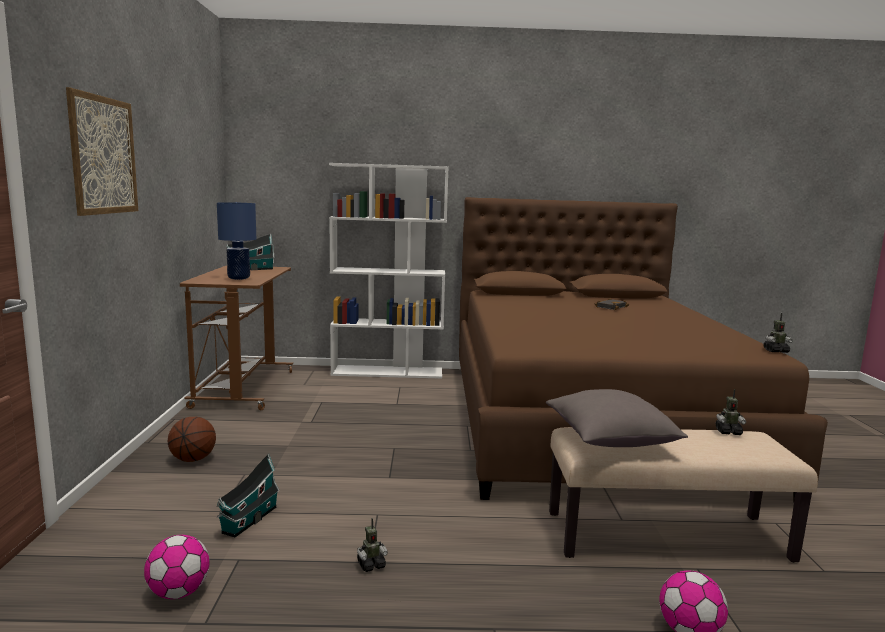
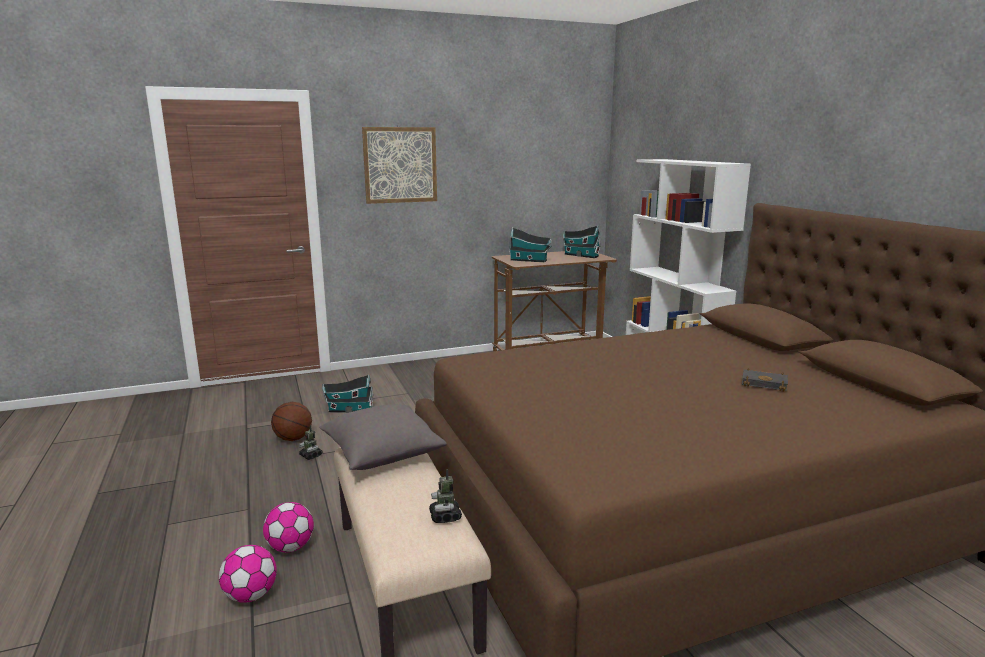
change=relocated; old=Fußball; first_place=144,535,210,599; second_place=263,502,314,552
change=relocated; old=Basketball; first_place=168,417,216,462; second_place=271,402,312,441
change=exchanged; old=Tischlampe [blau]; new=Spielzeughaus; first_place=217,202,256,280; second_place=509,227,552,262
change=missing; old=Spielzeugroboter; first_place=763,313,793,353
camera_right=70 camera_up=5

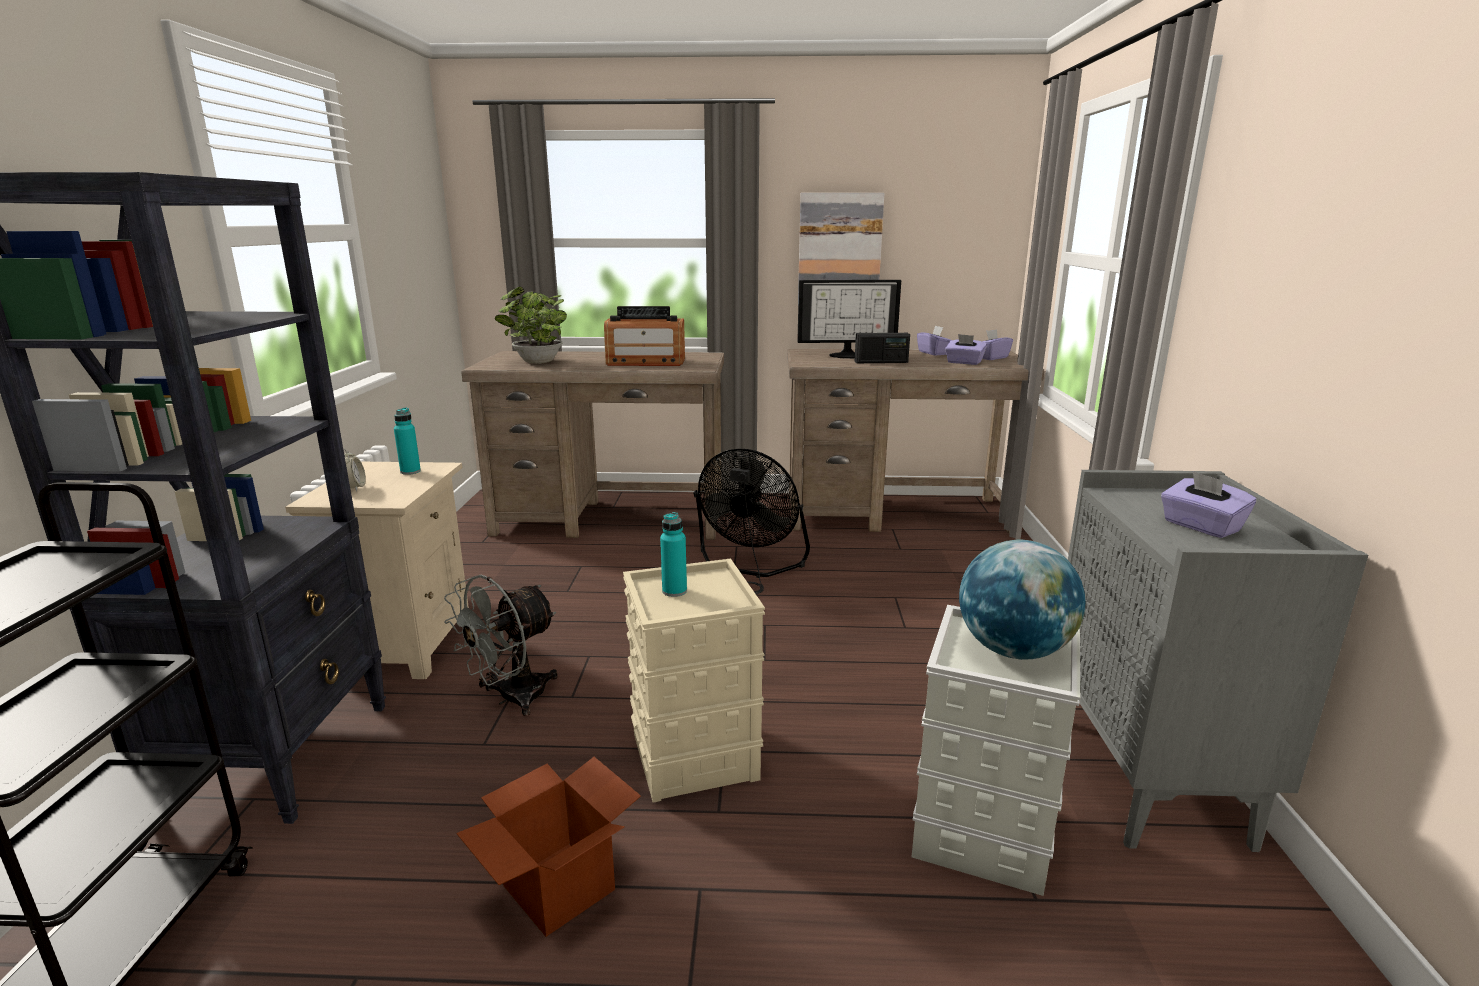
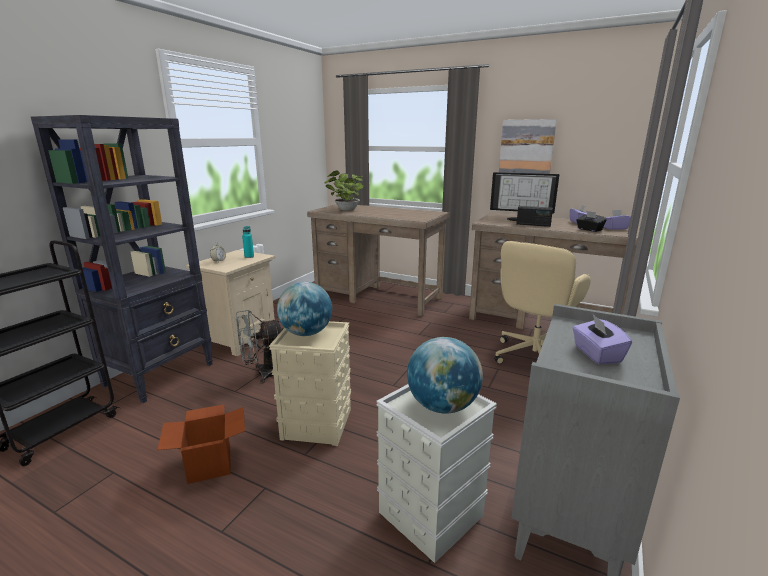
change=exchanged; old=Flasche [türkis]; new=Globus; first_place=660,512,687,597; second_place=277,282,332,336
change=appeared; new=Bürostuhl [beige]; second_place=494,241,591,364
change=colour; old=Taschentuchbox [lila]; new=Taschentuchbox [schwarz]; first_place=945,334,987,365; second_place=577,211,607,232
change=missing; old=Radio; first_place=604,306,685,366
change=missing; old=Ventilator [schwarz]; first_place=693,449,810,594
camera_right=25 camera_up=0

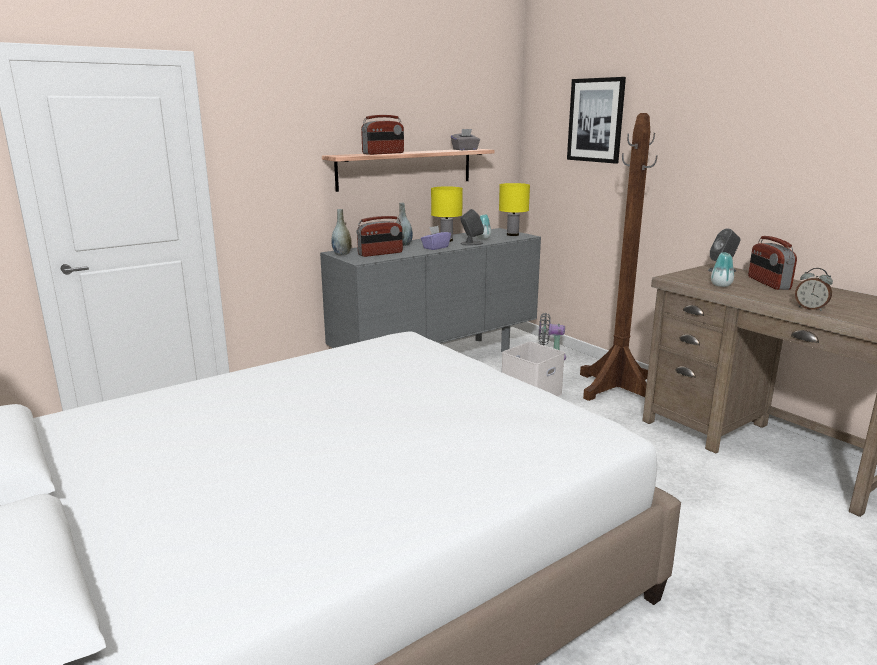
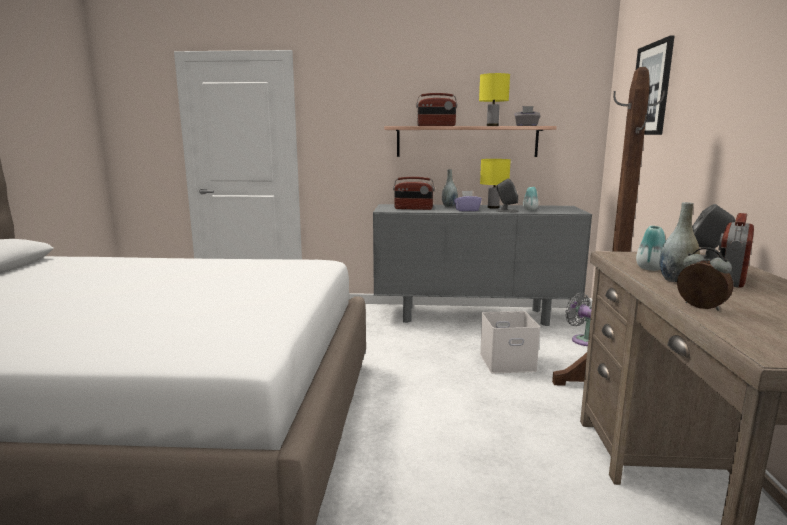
change=relocated; old=Tischlampe [gelb]; first_place=499,183,530,236; second_place=479,73,510,126
change=relocated; old=Vase [grau]; first_place=331,209,352,255; second_place=659,202,700,282
change=spun; old=Wecker; first_place=795,268,833,311; second_place=677,247,733,311; degrees=150
camera_right=40 camera_up=-5

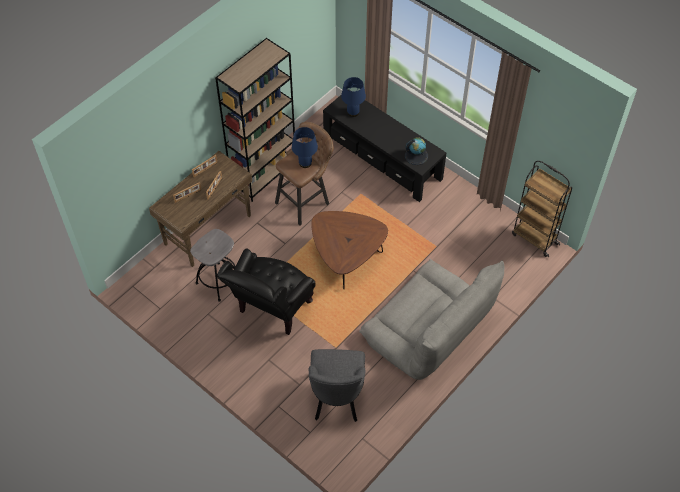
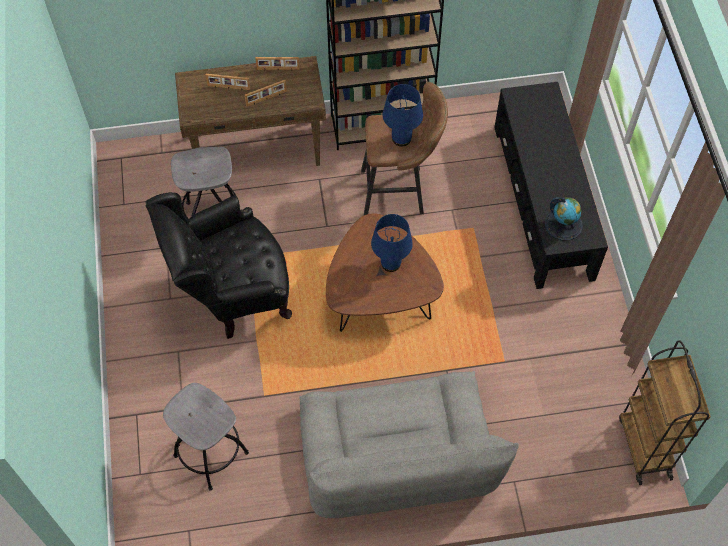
change=exchanged; old=Sessel [grau]; new=Hocker [grau]; first_place=309,349,365,422; second_place=163,383,249,491
change=relocated; old=Tischlampe [blau]; first_place=341,77,366,117; second_place=371,214,413,272
camera_right=40 camera_up=5

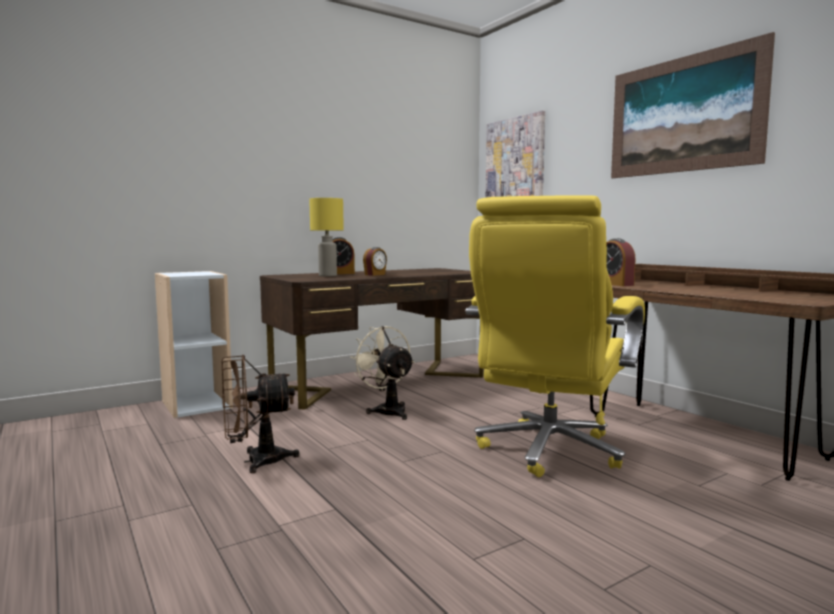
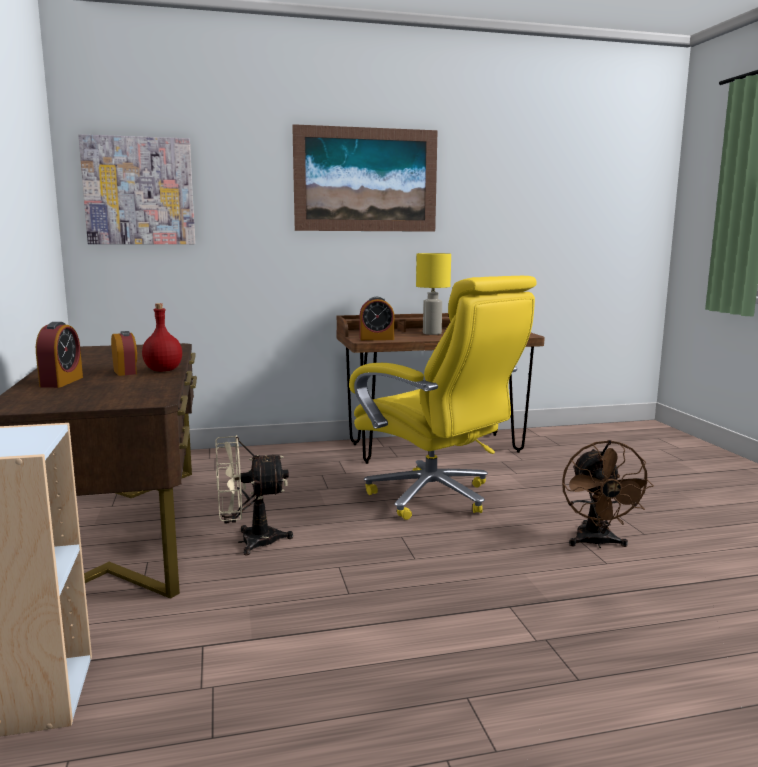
change=appeared; new=Flasche [rot]; second_place=142,303,182,371
change=relocated; old=Tischlampe [gelb]; first_place=309,198,344,276; second_place=416,253,451,335
change=relocated; old=Ventilator [braun]; first_place=222,355,299,473; second_place=562,440,654,548
camera_right=-70 camera_up=5

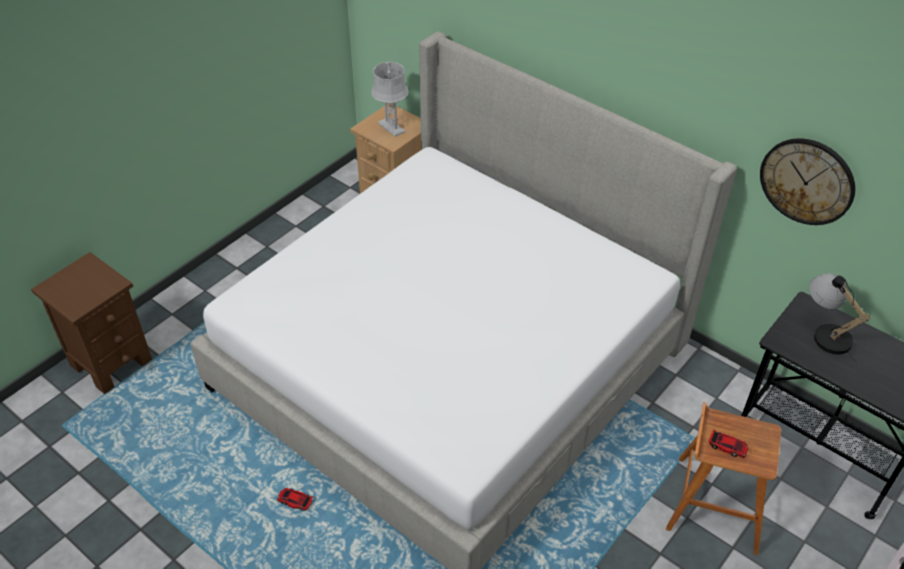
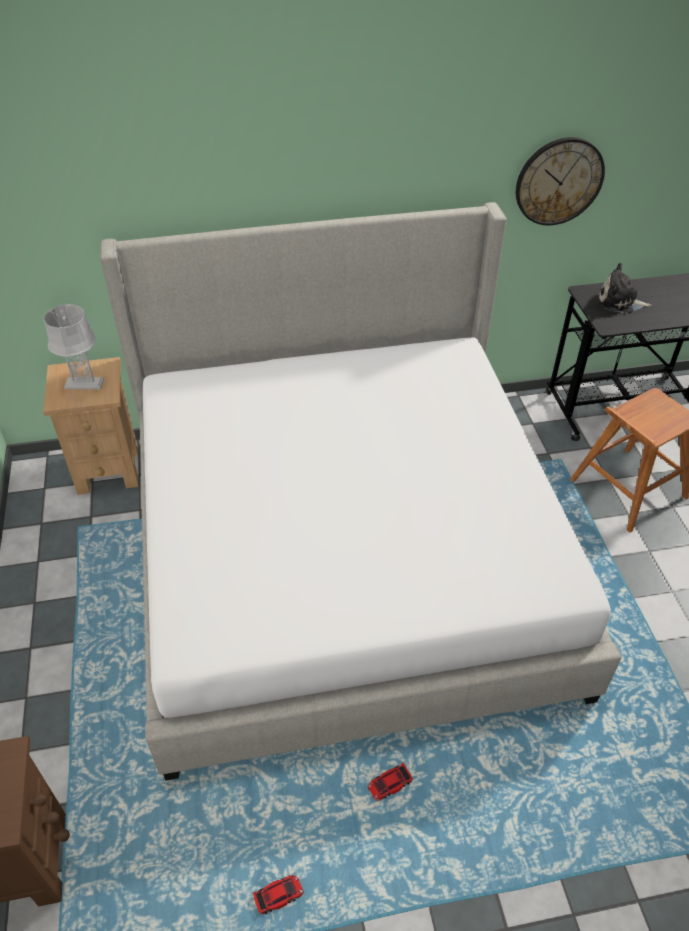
change=relocated; old=Spielzeugauto; first_place=709,429,749,458; second_place=253,875,304,914
change=exchanged; old=Tischlampe; new=Plüschtier; first_place=809,273,870,363; second_place=598,263,651,313
camera_right=-50 camera_up=0

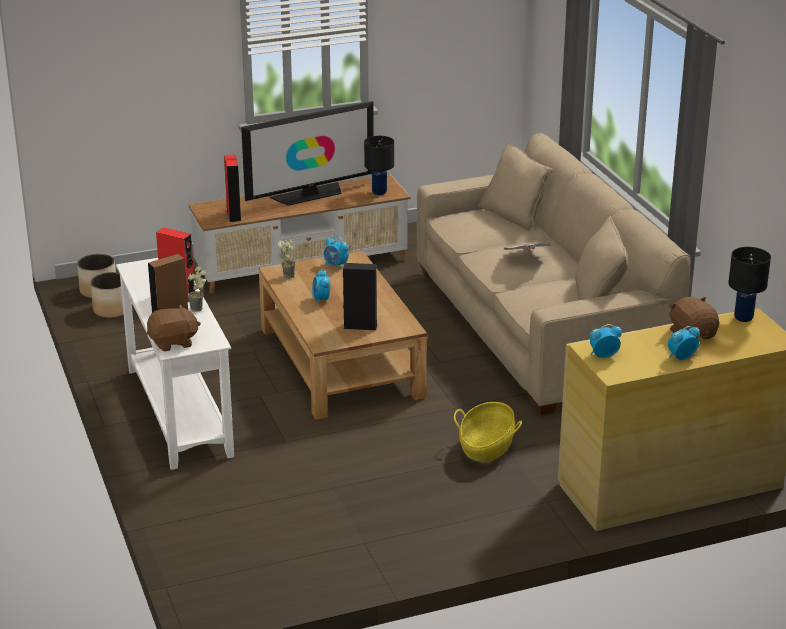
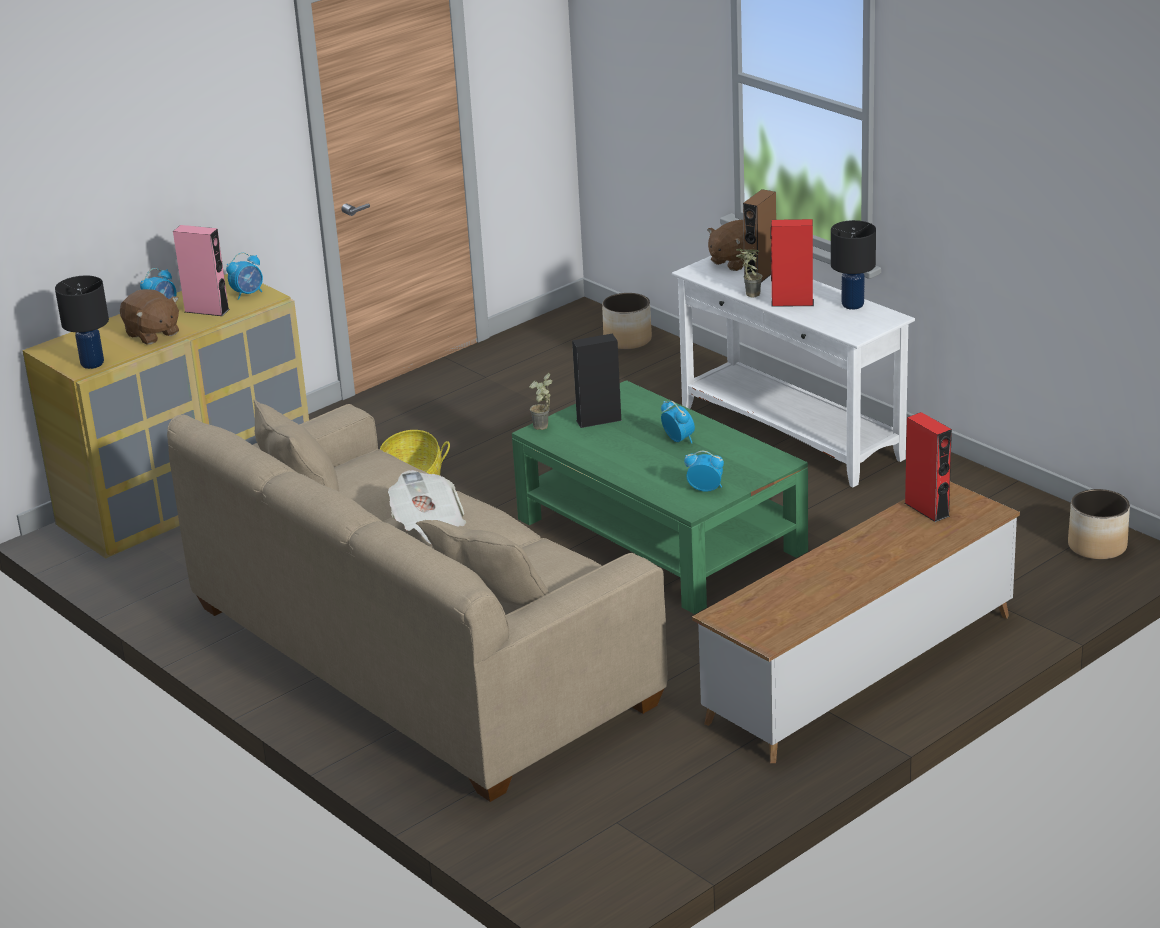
change=appeared; new=Lautsprecher [rosa]; second_place=173,225,230,316
change=colour; old=Couchtisch [braun]; new=Couchtisch [grün]; first_place=259,251,427,419; second_place=512,380,808,614
change=relocated; old=Topfpflanze; first_place=277,240,295,279; second_place=529,373,552,430
change=relocated; old=Pflanzkübel; first_place=90,272,124,318; second_place=602,293,652,350
change=relocated; old=Tischlampe [schwarz]; first_place=364,136,394,195; second_place=831,220,876,310
change=missing; old=Fernseher; first_place=241,101,374,206
camera_right=160 camera_up=0

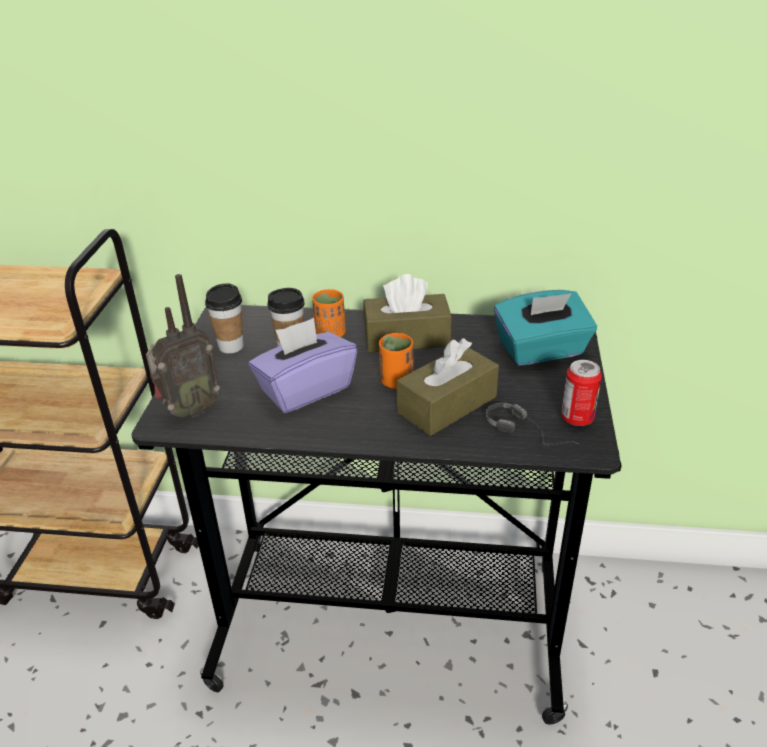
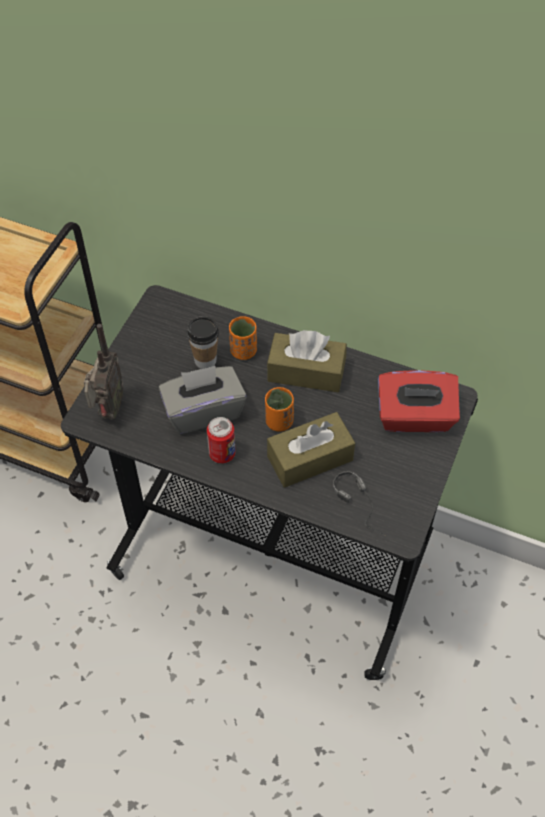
change=spun; old=Radio; first_place=146,274,220,418; second_place=84,324,124,420; degrees=-60
change=colour; old=Taschentuchbox [lila]; new=Taschentuchbox [grau]; first_place=249,318,357,413; second_place=159,366,247,434
change=relocated; old=Dose; first_place=561,360,602,426; second_place=207,417,236,464
change=colour; old=Taschentuchbox [türkis]; new=Taschentuchbox [rot]; first_place=494,290,597,365; second_place=378,370,460,432
change=missing; old=Tasse; first_place=205,283,244,353
camera_right=15 camera_up=20

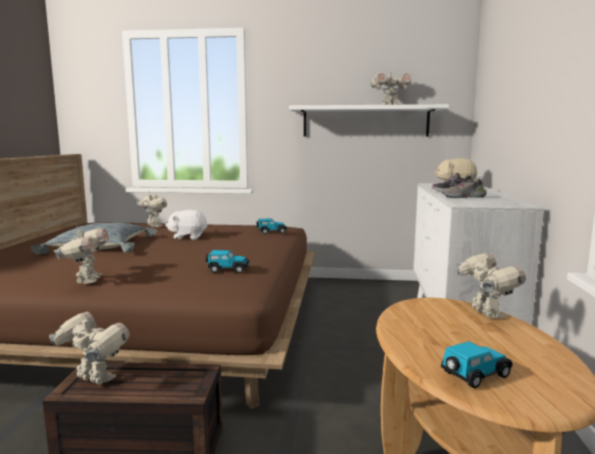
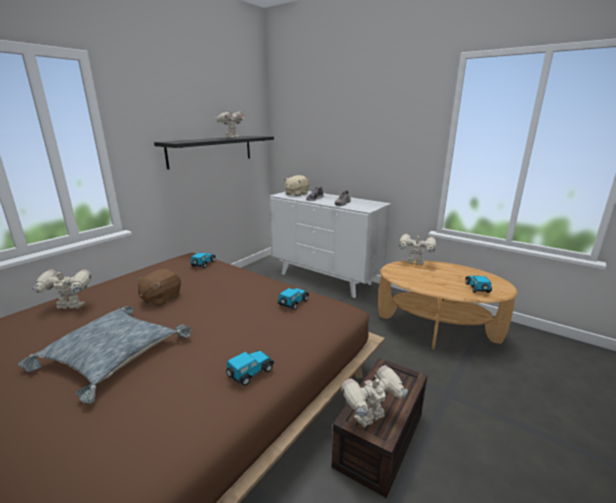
change=colour; old=Plüschtier [weiß]; new=Plüschtier [braun]; first_place=165,210,208,240; second_place=136,269,181,306
change=colour; old=Wandregal [weiß]; new=Wandregal [schwarz]; first_place=289,104,449,137; second_place=154,136,274,169
change=exchanged; old=Spielzeugroboter; new=Spielzeugauto; first_place=54,225,109,284; second_place=226,350,274,386
camera_right=-60 camera_up=10

